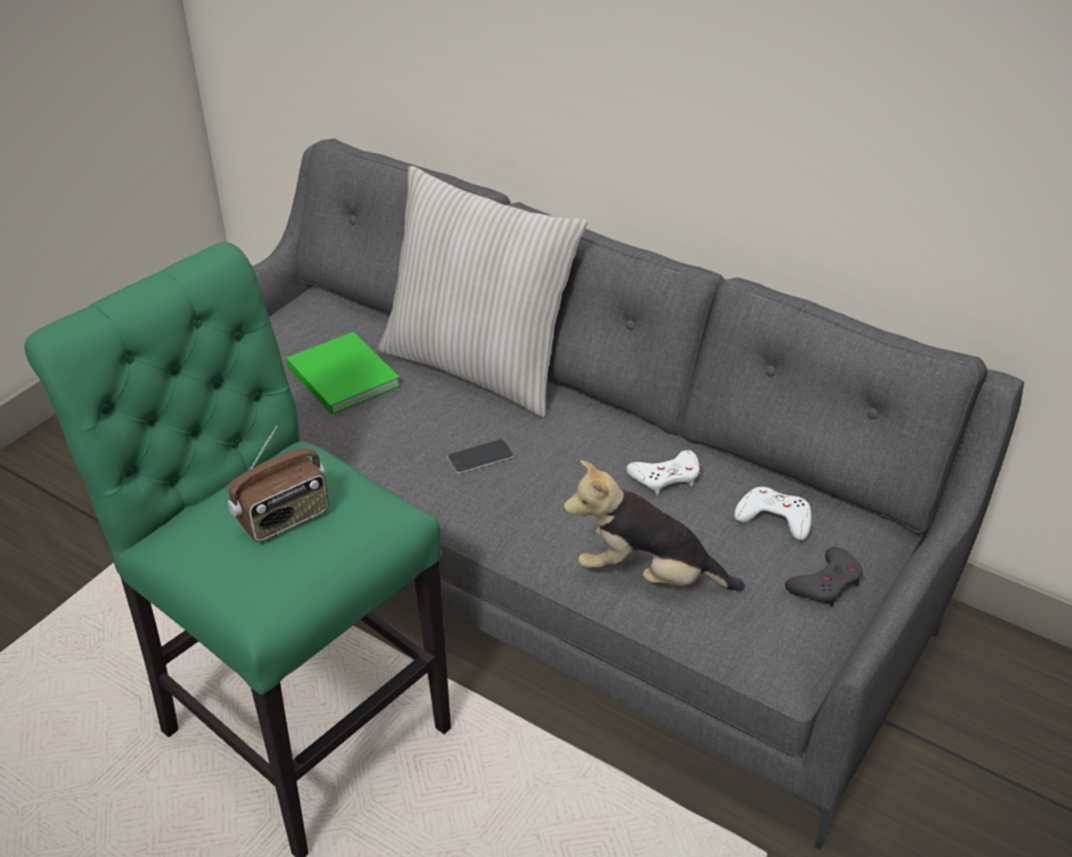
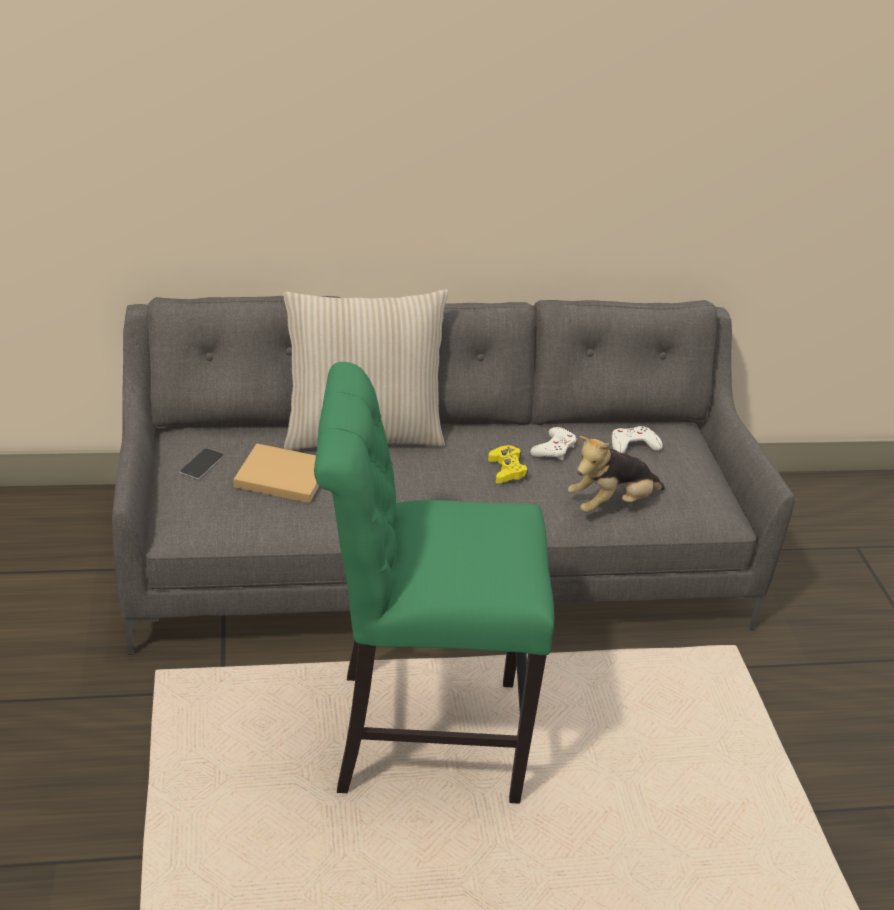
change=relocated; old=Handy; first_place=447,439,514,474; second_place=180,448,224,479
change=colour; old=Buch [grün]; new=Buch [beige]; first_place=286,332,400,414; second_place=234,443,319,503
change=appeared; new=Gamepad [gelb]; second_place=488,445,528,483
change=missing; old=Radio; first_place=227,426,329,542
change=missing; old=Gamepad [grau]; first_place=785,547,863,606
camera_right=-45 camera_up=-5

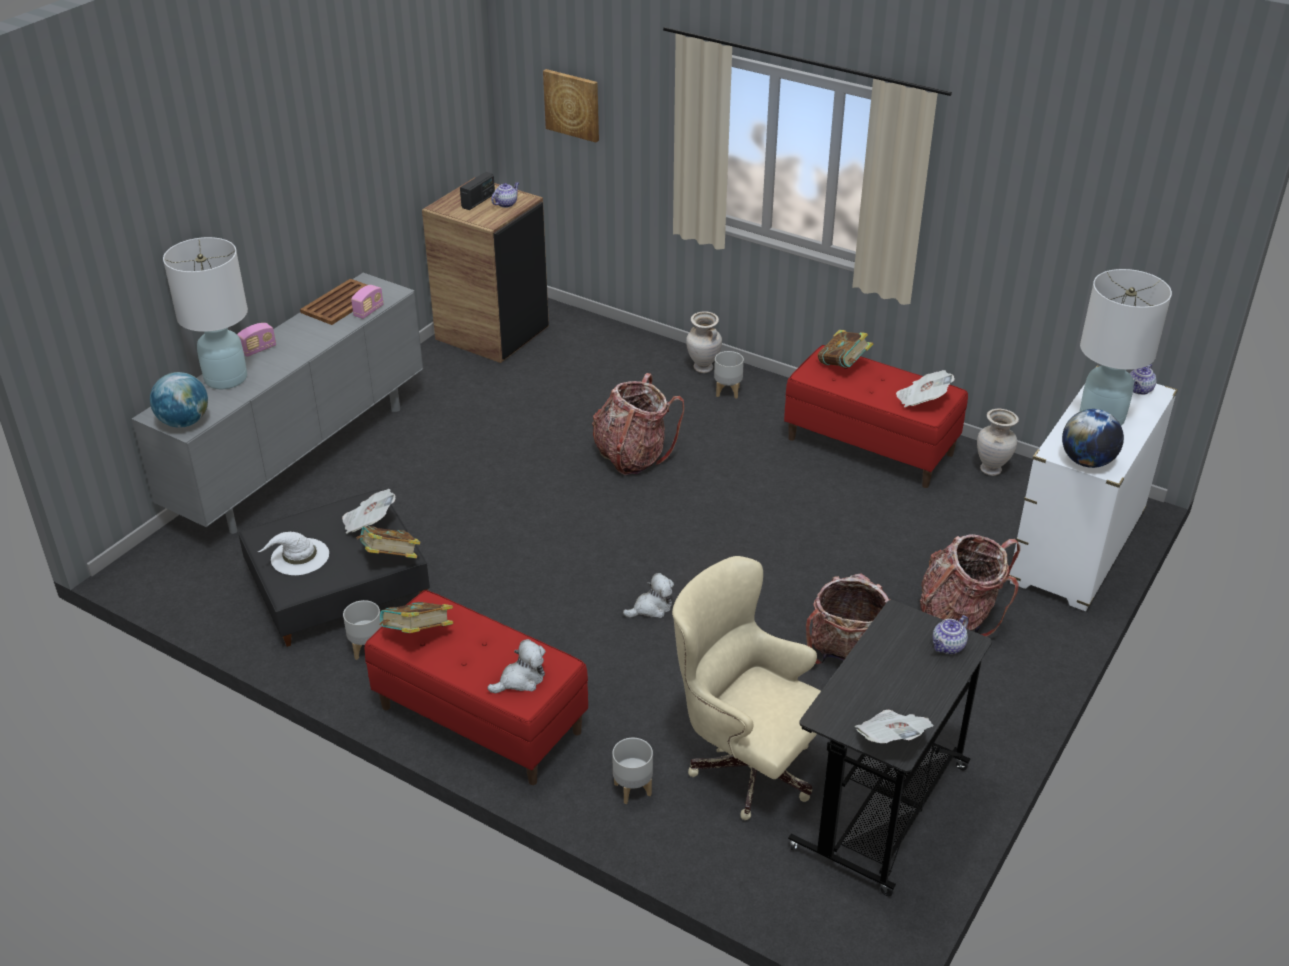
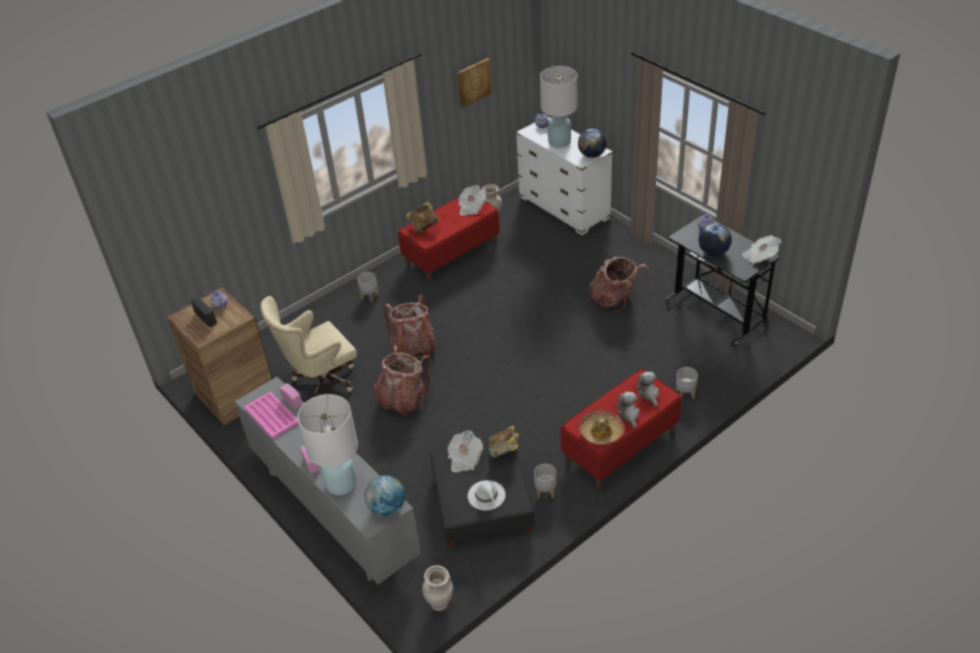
change=colour; old=Tablett [braun]; new=Tablett [rosa]; first_place=300,278,367,325; second_place=244,391,298,439
change=relocated; old=Bürostuhl [beige]; first_place=672,556,821,820; second_place=260,296,357,398
change=relocated; old=Rucksack; first_place=920,534,1020,637; second_place=374,346,431,416
change=relocated; old=Vase [beige]; first_place=686,311,722,373; second_place=422,565,453,611
change=relocated; old=Bild; first_place=543,69,599,142; second_place=458,58,492,108
change=exchanged; old=Buch; new=Hut; first_place=379,602,453,633; second_place=579,410,624,445
change=relocated; old=Plüschtier; first_place=623,573,674,618; second_place=616,392,640,428
change=appeared; new=Globus; second_place=699,224,732,256
camera_right=-70 camera_up=5

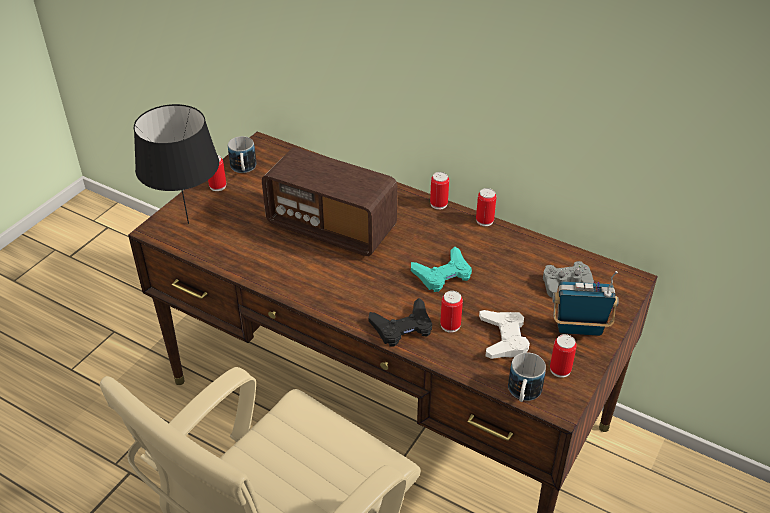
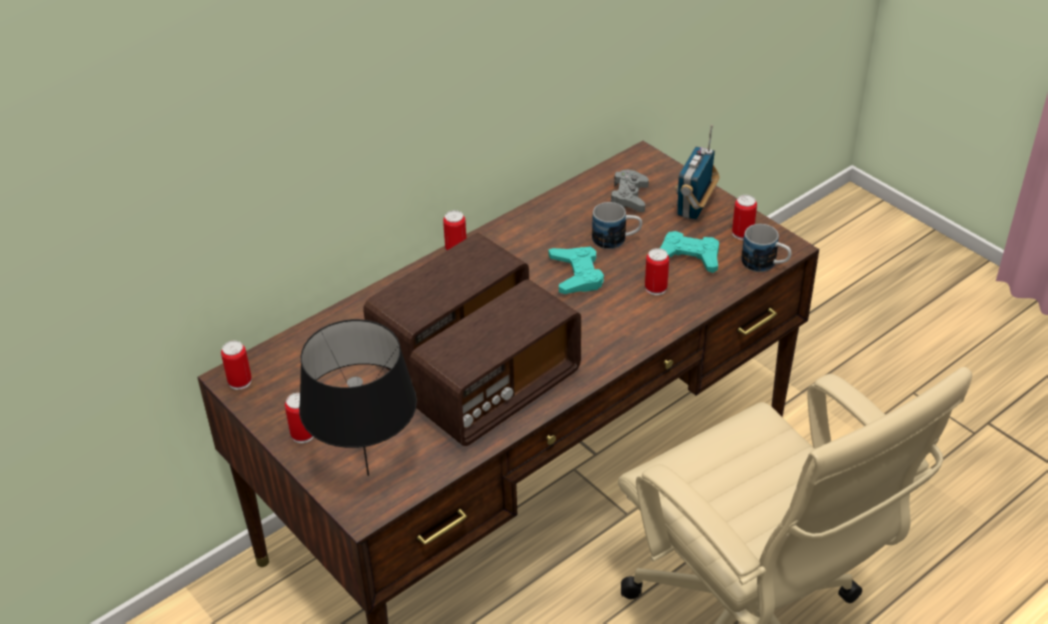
change=relocated; old=Dose; first_place=476,188,497,226; second_place=221,341,252,390
change=appeared; new=Radio; second_place=409,279,581,446
change=relocated; old=Henkelbecher; first_place=228,136,256,173; second_place=592,202,642,249
change=colour; old=Gamepad [weiß]; new=Gamepad [türkis]; first_place=479,310,530,359; second_place=660,231,719,273
change=missing; old=Gamepad [schwarz]; first_place=368,298,432,346
camera_right=-70 camera_up=0

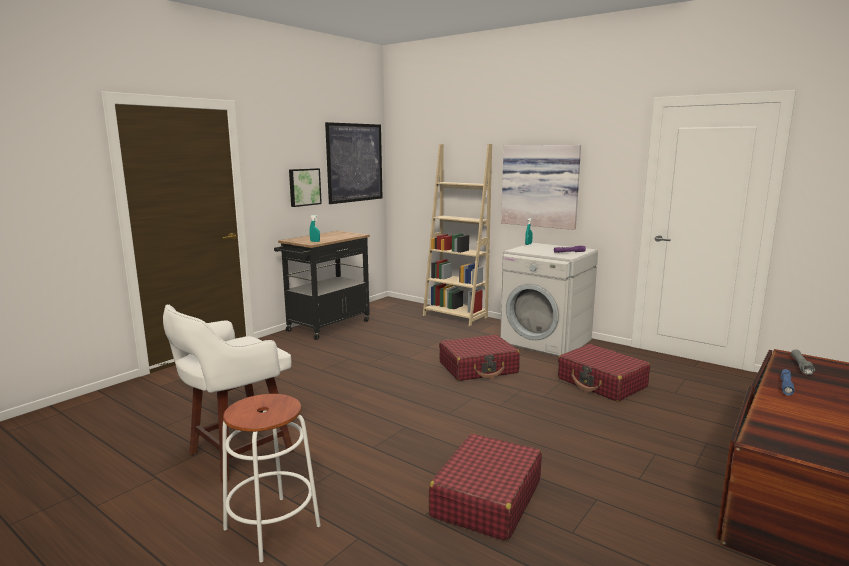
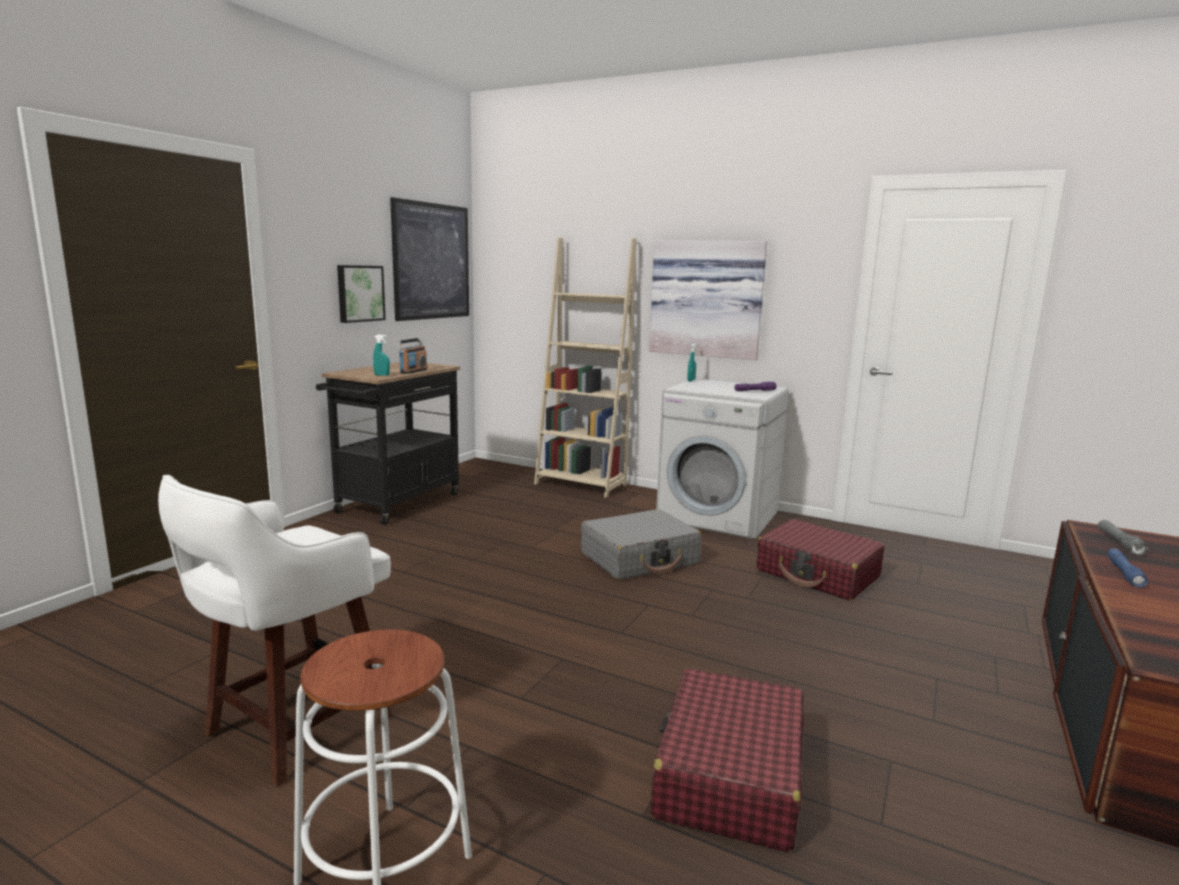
change=appeared; new=Radio; second_place=396,338,427,374
change=colour; old=Koffer [rot]; new=Koffer [grau]; first_place=439,335,520,381; second_place=581,509,701,580
camera_right=-10 camera_up=0

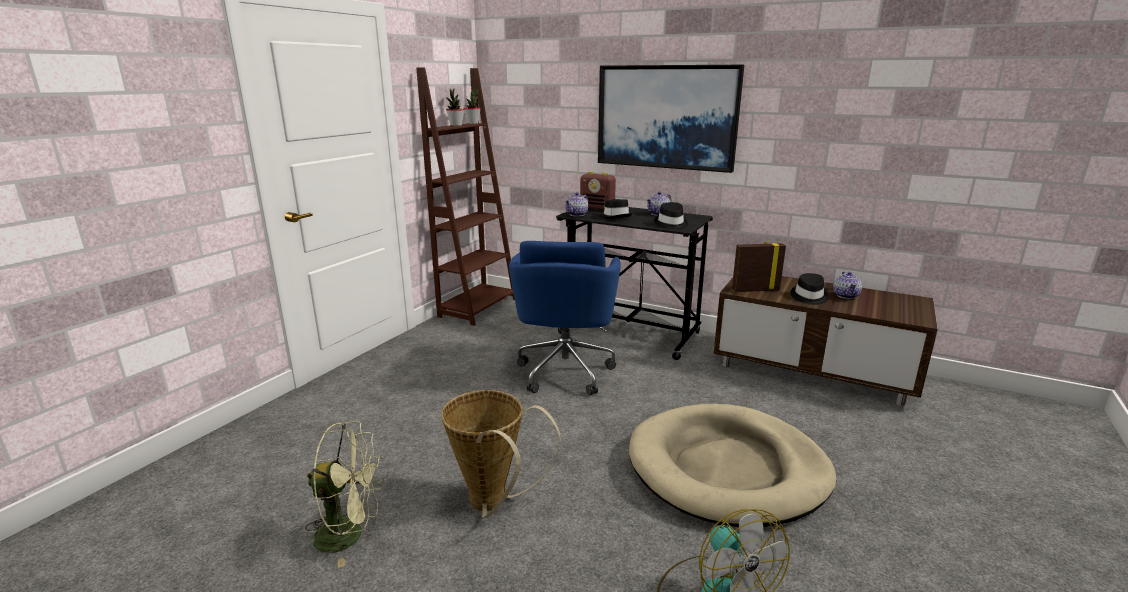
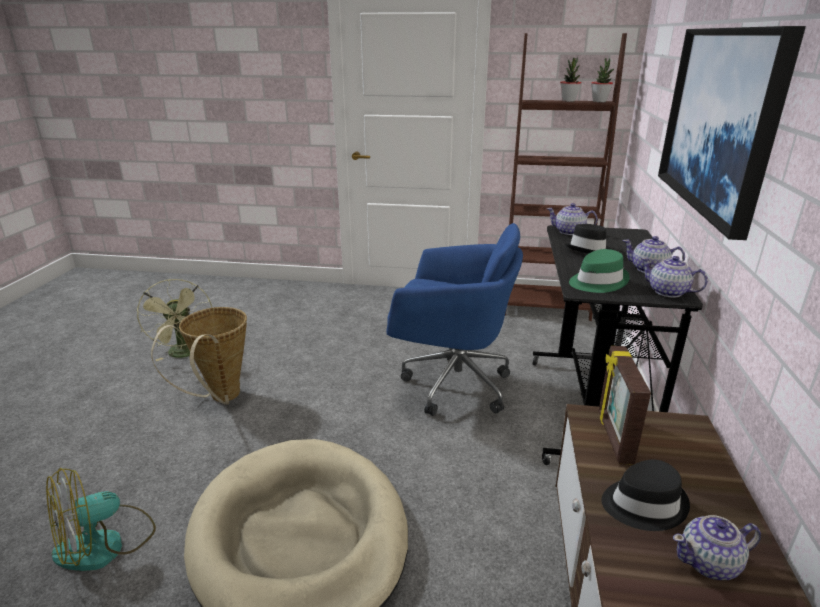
change=spun; old=Bürostuhl [blau]; first_place=509,241,621,395; second_place=387,223,523,416; degrees=-150
change=colour; old=Hut [schwarz]; new=Hut [grün]; first_place=654,202,688,229; second_place=569,249,630,293
change=spun; old=Bilderrahmen; first_place=732,241,786,292; second_place=599,346,651,465; degrees=-150
change=appeared; new=Teekanne; second_place=641,256,708,298
change=missing; old=Radio; first_place=580,171,616,210
camera_right=70 camera_up=5

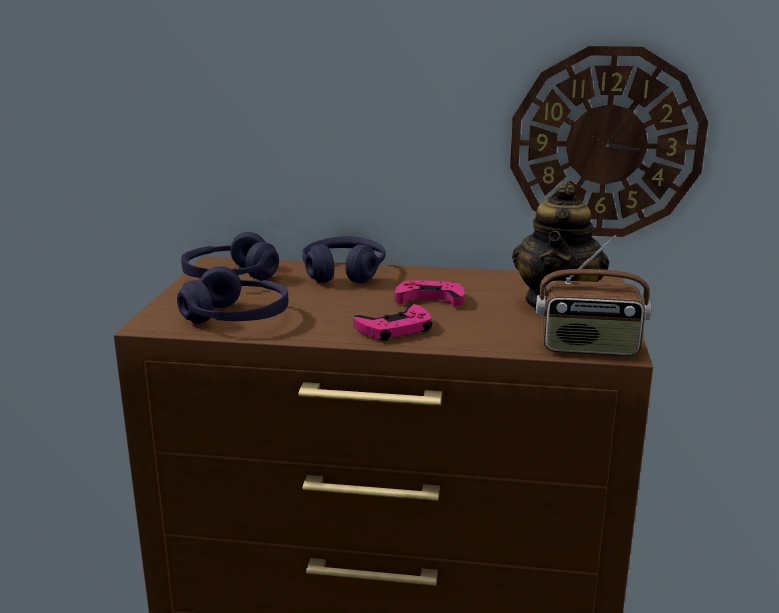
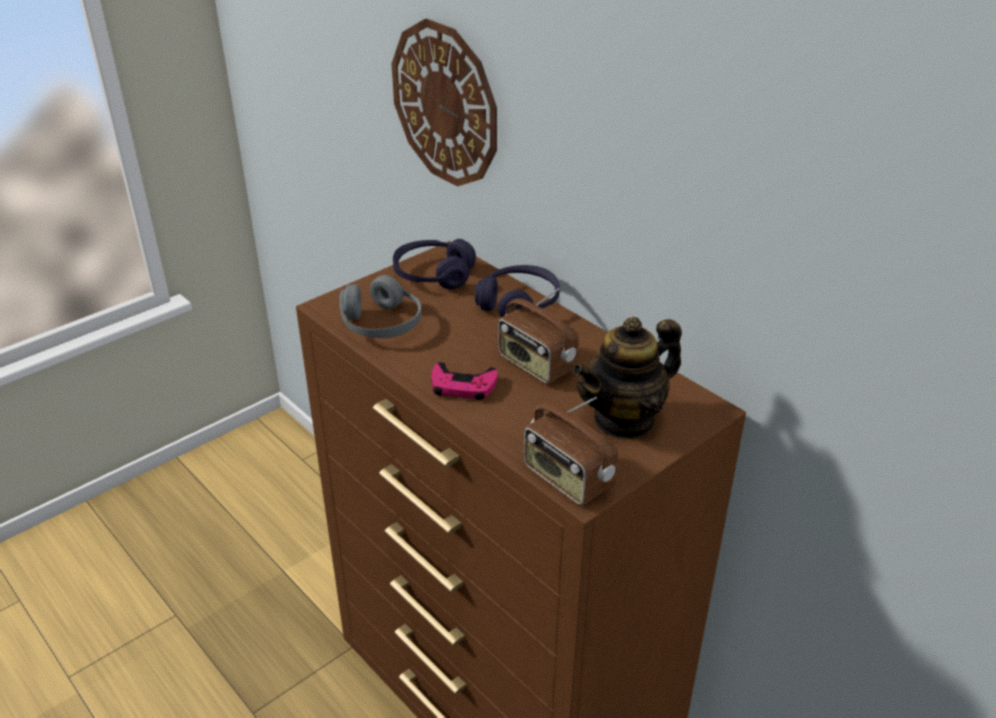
change=colour; old=Kopfhörer [lila]; new=Kopfhörer [grau]; first_place=177,266,288,324; second_place=340,275,422,338
change=relocated; old=Wanduhr; first_place=510,46,708,237; second_place=391,18,497,186
change=exchanged; old=Gamepad [rosa]; new=Radio; first_place=395,280,465,307; second_place=498,288,579,384
camera_right=40 camera_up=15

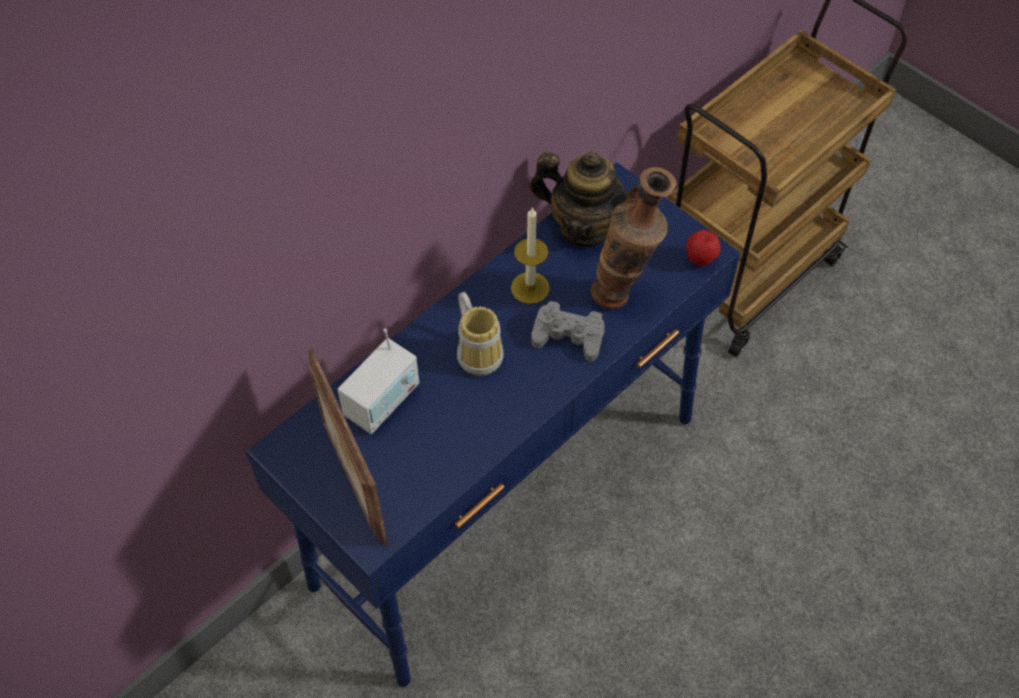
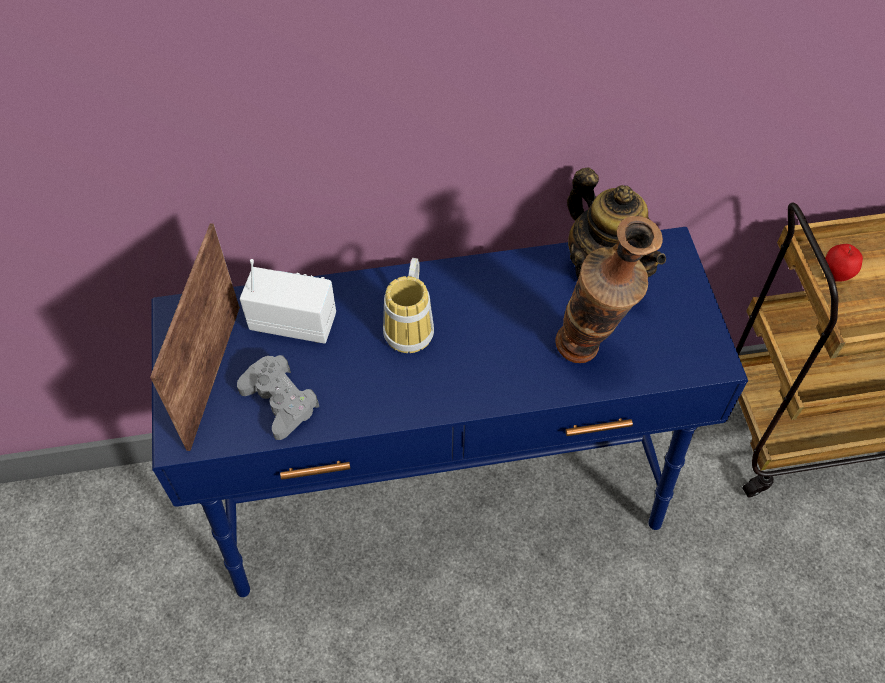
change=relocated; old=Gamepad [grau]; first_place=531,301,605,362; second_place=237,355,319,440
change=spun; old=Radio; first_place=337,329,419,434; second_place=240,259,336,343; degrees=-150
change=relocated; old=Apfel; first_place=686,230,721,266; second_place=825,244,863,282
change=missing; old=Kerze; first_place=511,208,550,304
camera_right=35 camera_up=0

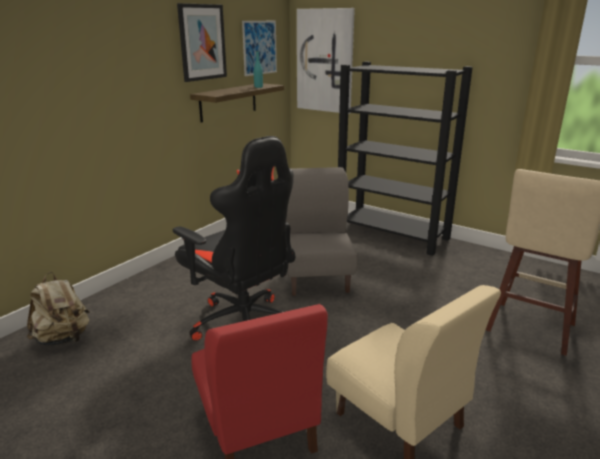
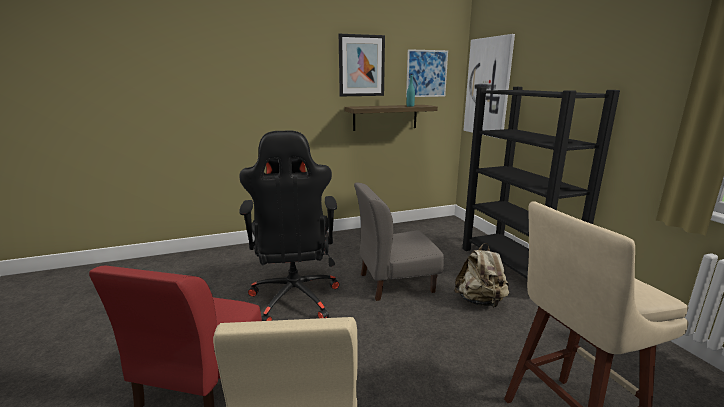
change=spun; old=Stuhl [grau]; first_place=286,167,358,296; second_place=354,183,444,301; degrees=-135
change=relocated; old=Rucksack [beige]; first_place=27,272,90,346; second_place=454,243,509,308
camera_right=35 camera_up=-5

